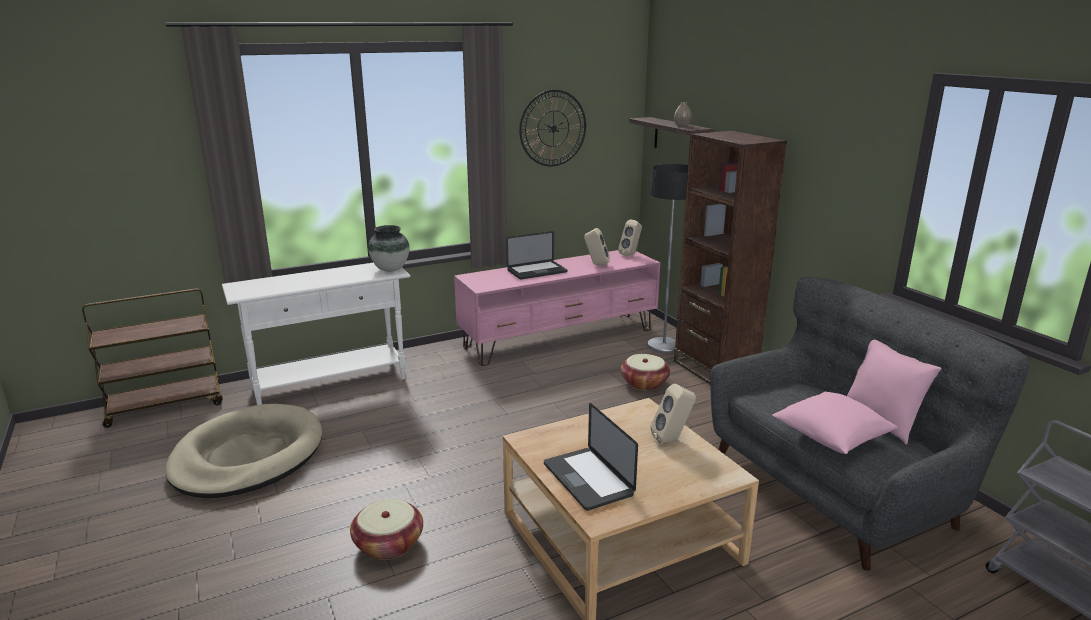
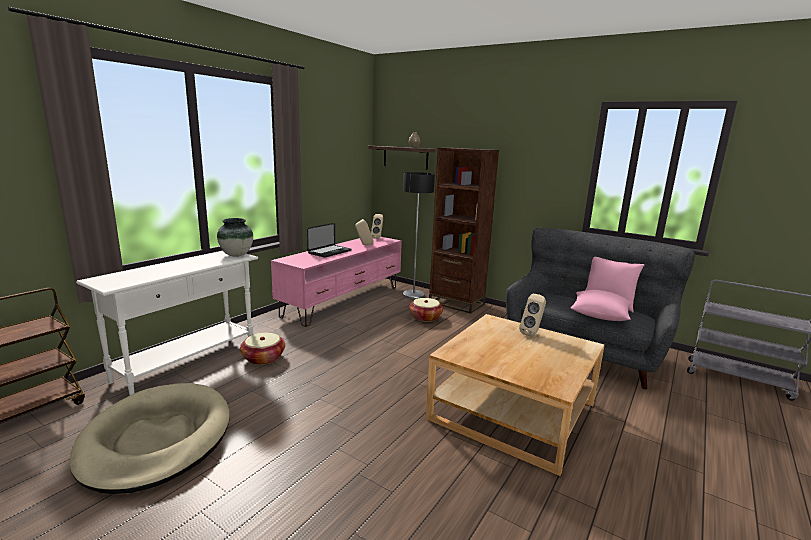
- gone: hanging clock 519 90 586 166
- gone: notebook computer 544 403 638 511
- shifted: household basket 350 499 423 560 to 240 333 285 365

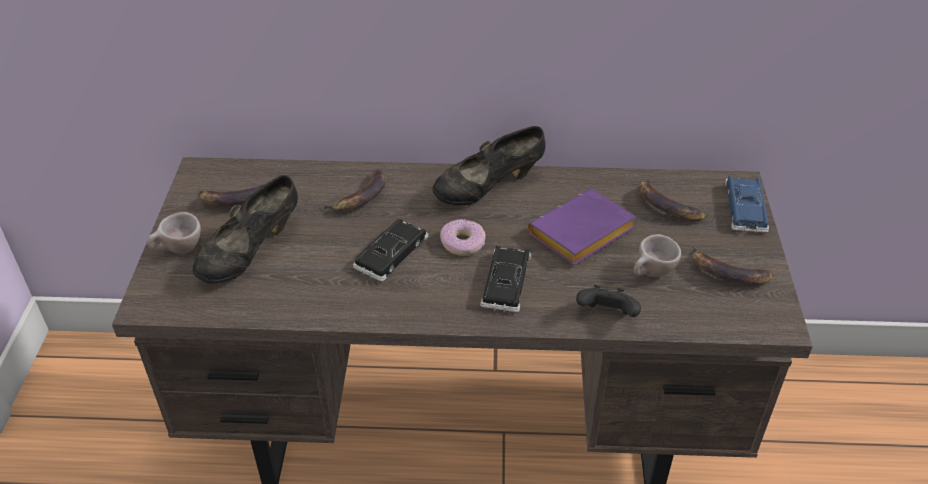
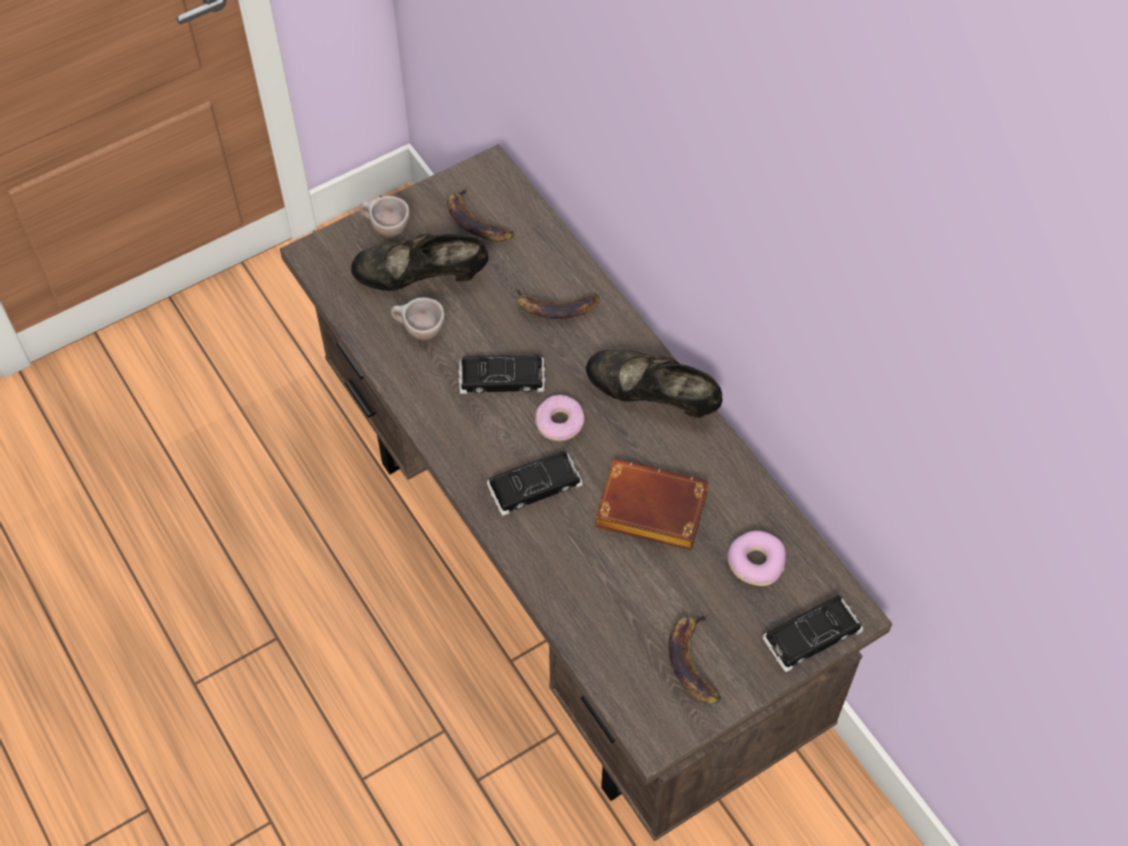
- repainted: toy car/blue-coloured 725 175 769 232 to toy car/black-coloured 763 595 863 672
- swapped: banana 638 179 707 221 to doughnut 727 531 786 586
- repainted: bound book/purple-coloured 528 188 636 265 to bound book/brown-coloured 595 459 709 550
- shifted: drinking cup/beige 634 234 681 277 to 391 297 445 340
- gone: joypad/black-coloured 576 285 641 317

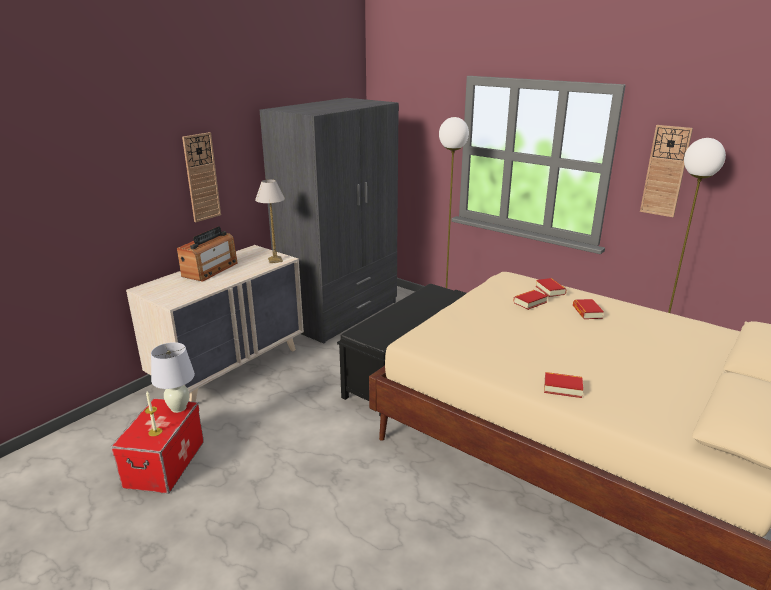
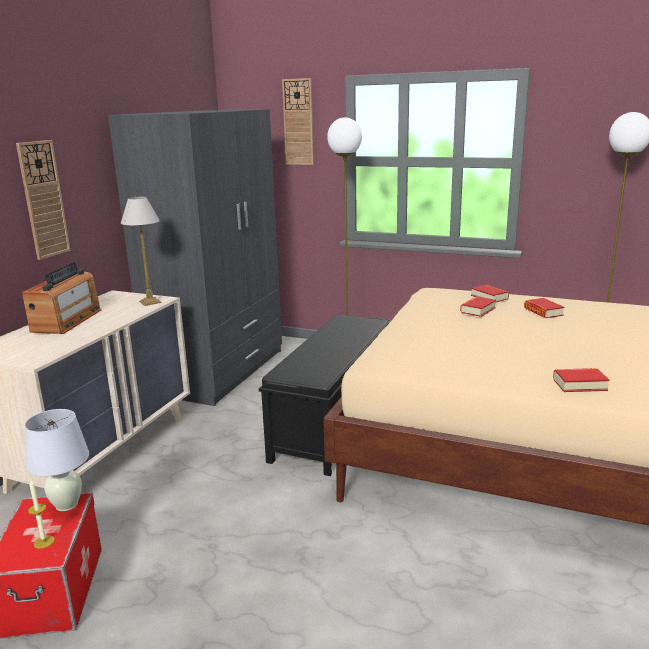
- shifted: hanging clock 640 125 693 217 to 282 78 314 165

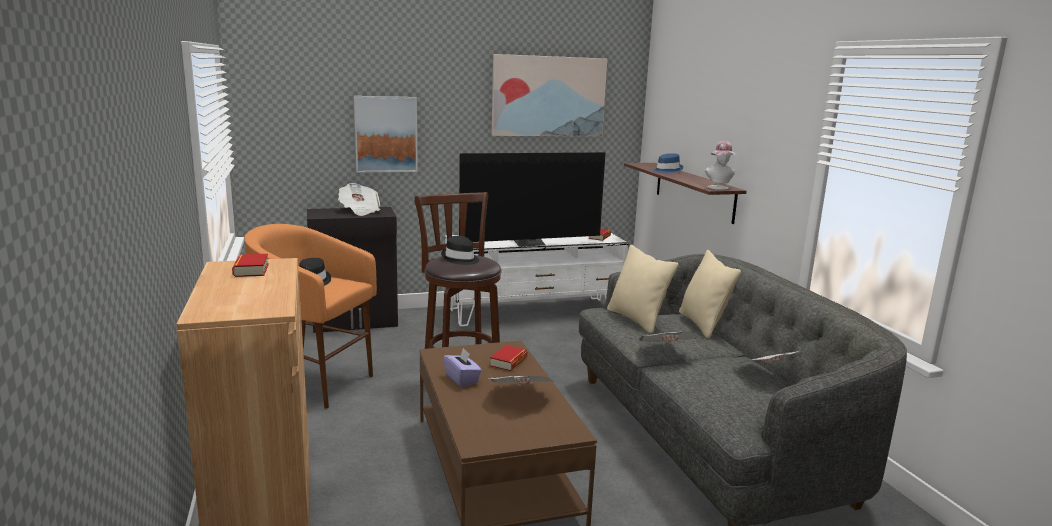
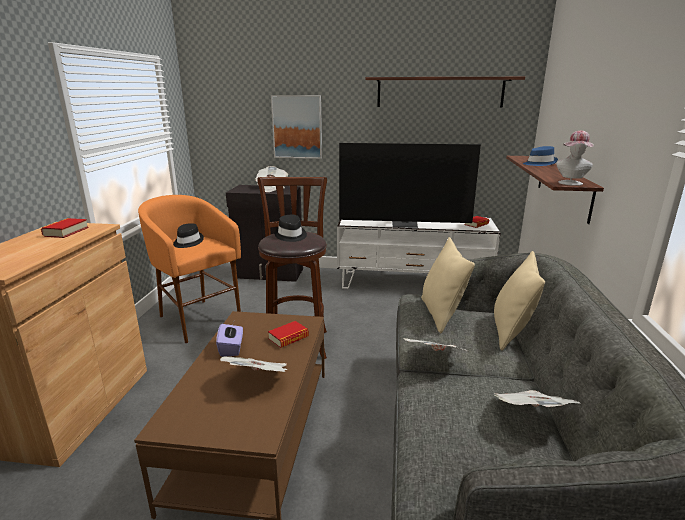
- swapped: picture 492 54 607 136 to shelf 365 77 525 108

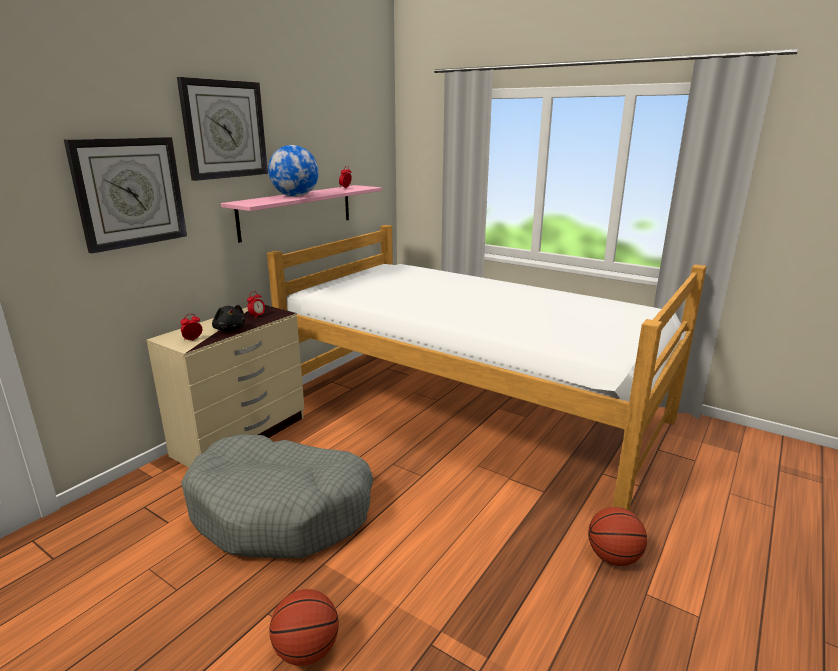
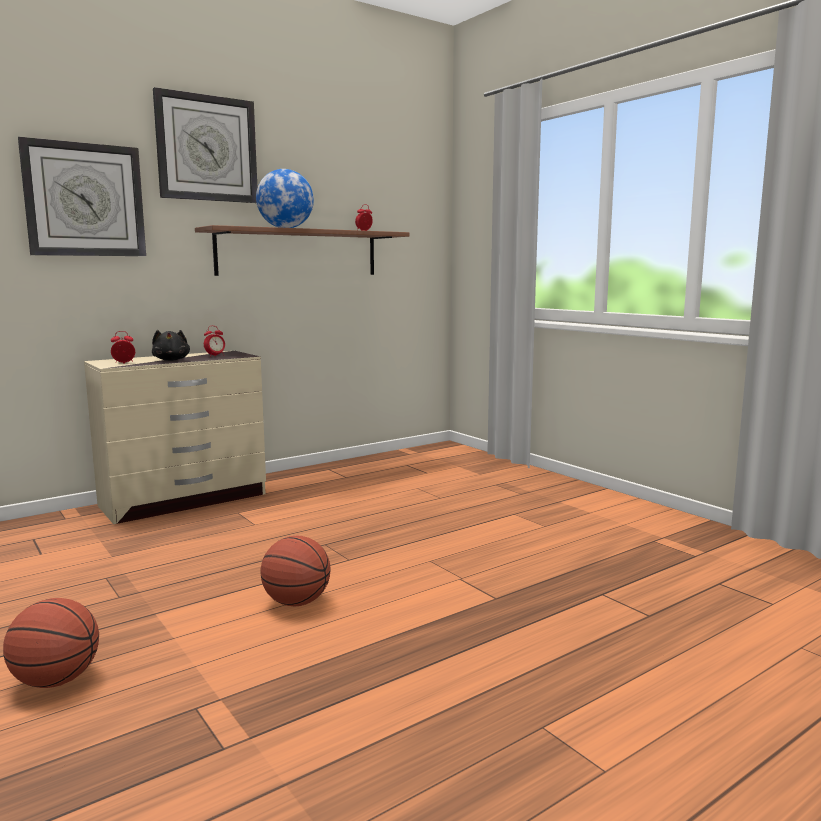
- repainted: shelf/pinkish 221 185 382 243 to shelf/brown-coloured 195 225 410 276
- gone: sleeping bed 267 225 707 511
- gone: pet bed/gray 181 434 373 558
- shifted: basketball 588 507 647 566 to 260 536 331 606

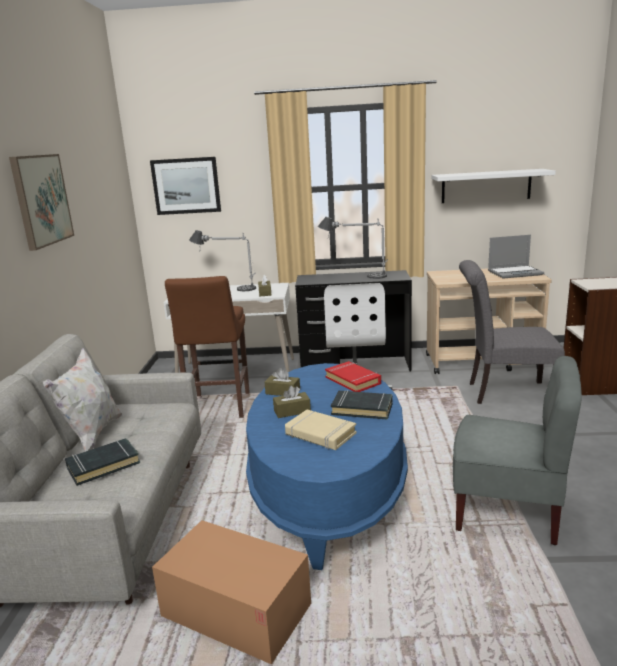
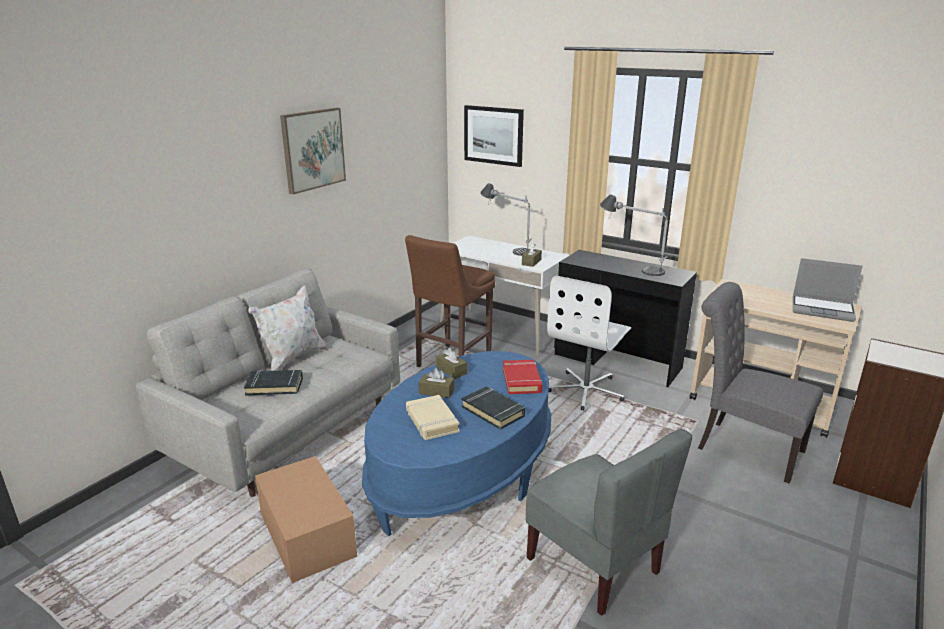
- gone: shelf/whitish 432 169 556 203

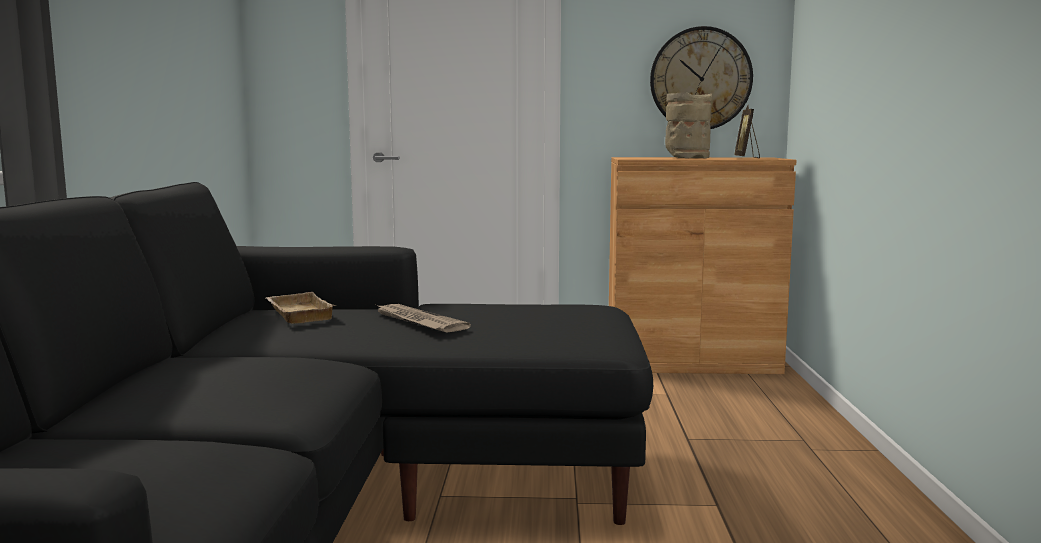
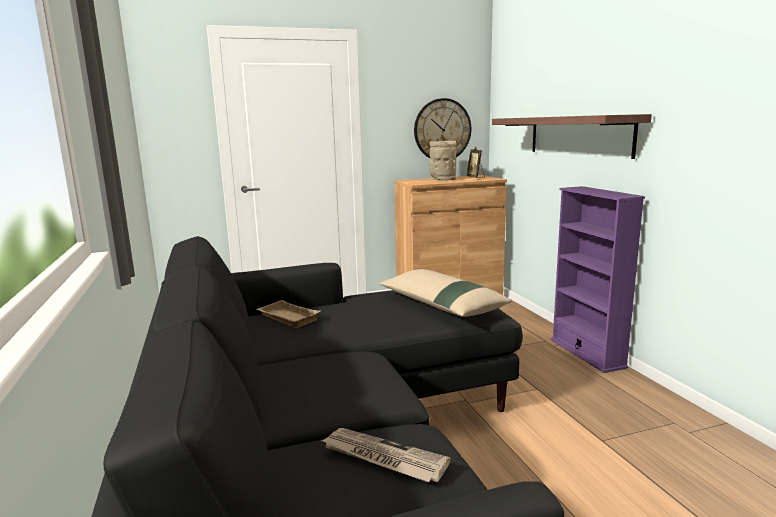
- shifted: daily paper 374 304 471 333 to 321 428 451 482
- new: shelf 492 114 652 159
- new: bookcase/purple-coloured 551 186 645 373
- new: cushion/beige 379 269 511 317

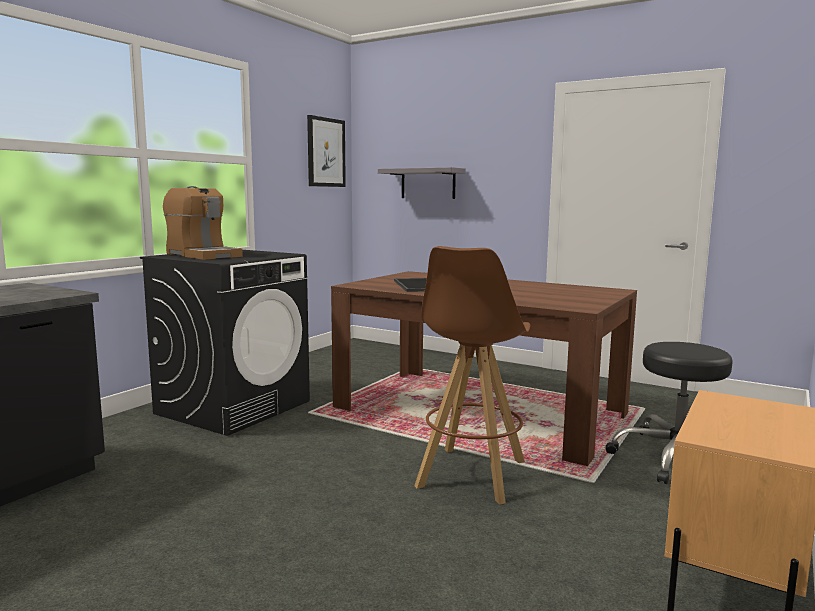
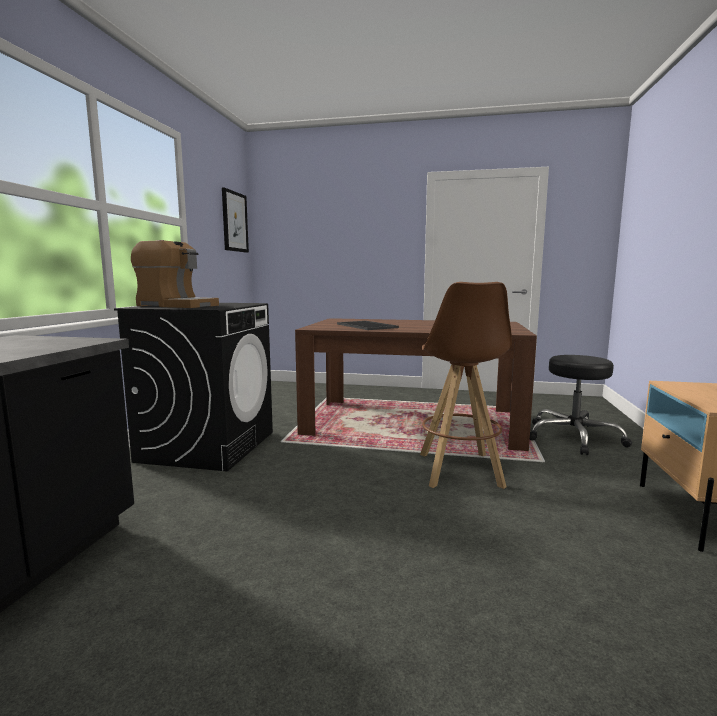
- gone: shelf/gray 378 167 466 199

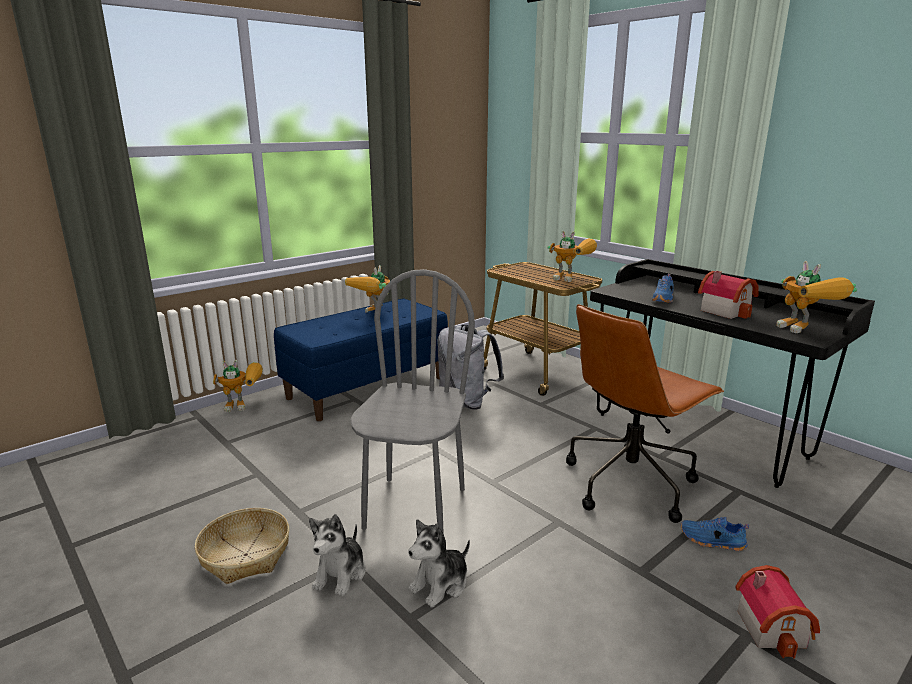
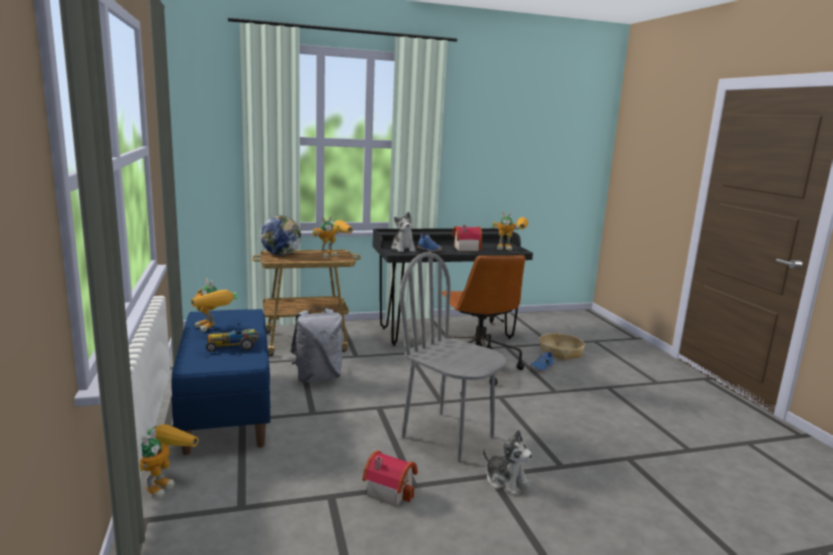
- shifted: household basket 195 508 290 584 to 539 333 585 361
- shifted: cuddly toy 408 519 470 608 to 391 212 416 252
- shifted: miniature house 735 565 820 658 to 362 450 418 507
- new: desk globe 260 216 301 255
- new: toy car 206 329 259 352

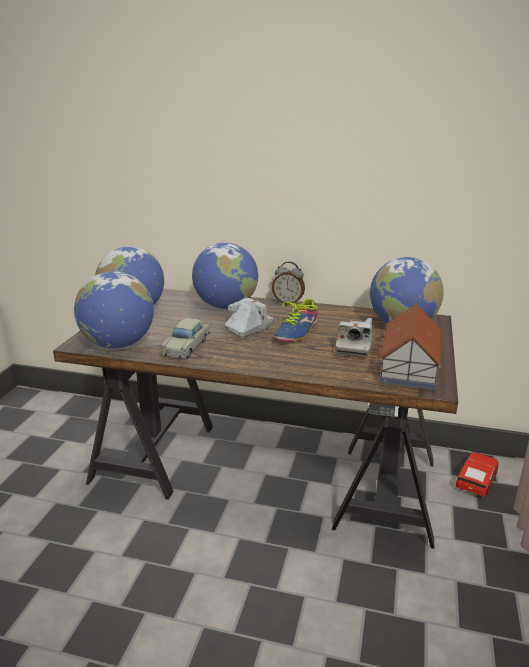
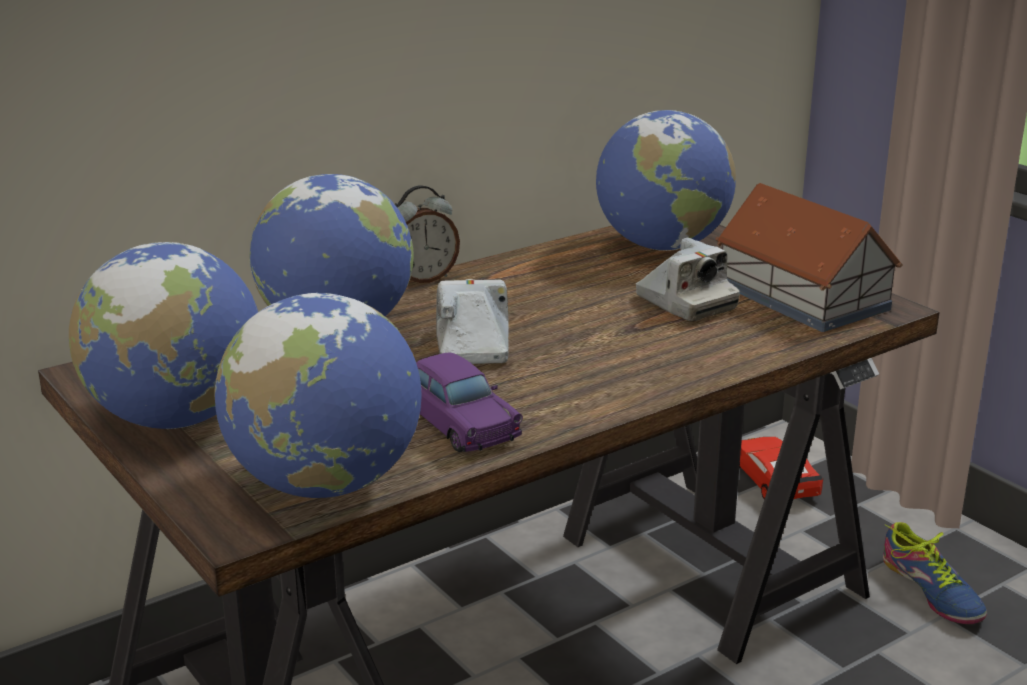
- shifted: item of footwear 274 295 318 342 to 883 522 987 624
- repainted: toy car/beige 160 318 210 358 to toy car/purple-coloured 416 352 523 452

